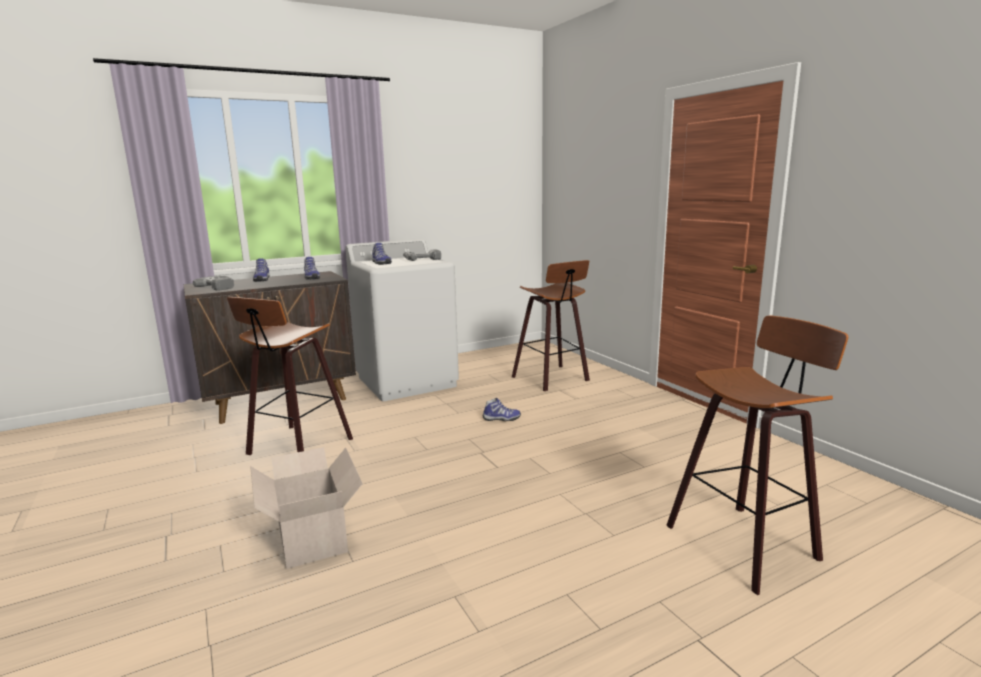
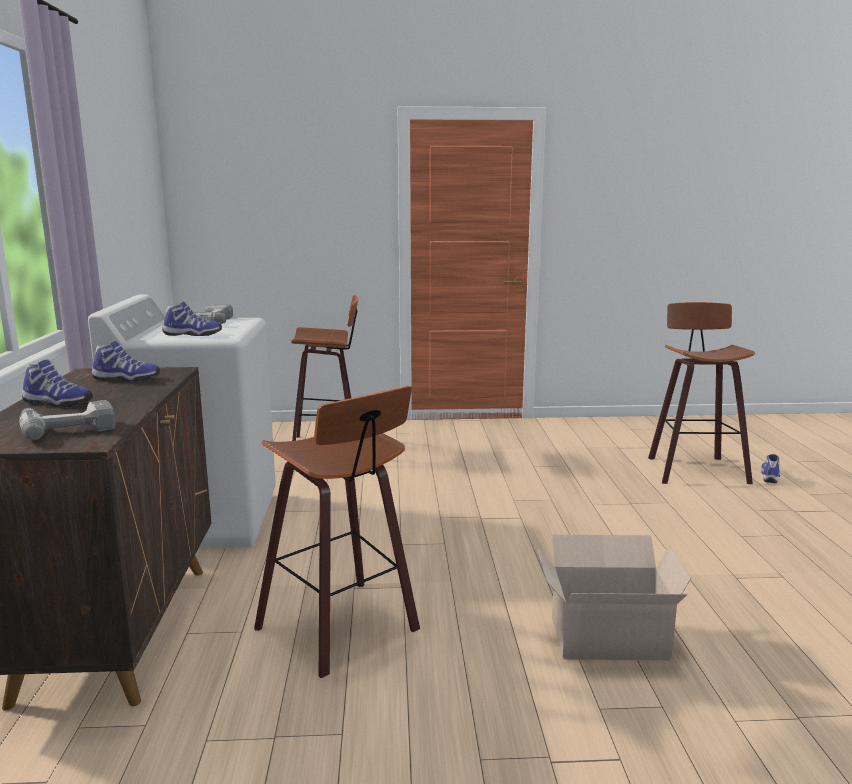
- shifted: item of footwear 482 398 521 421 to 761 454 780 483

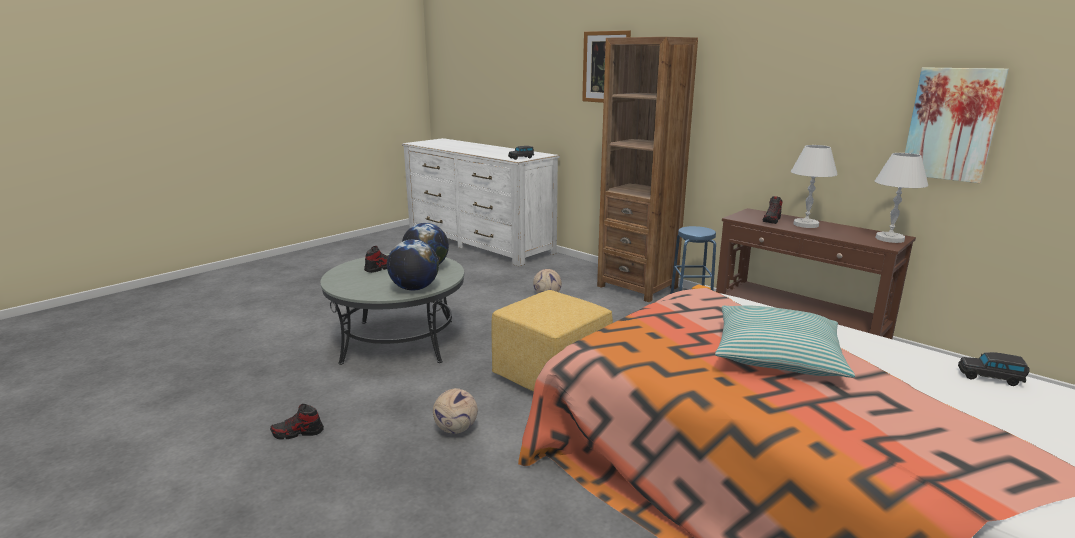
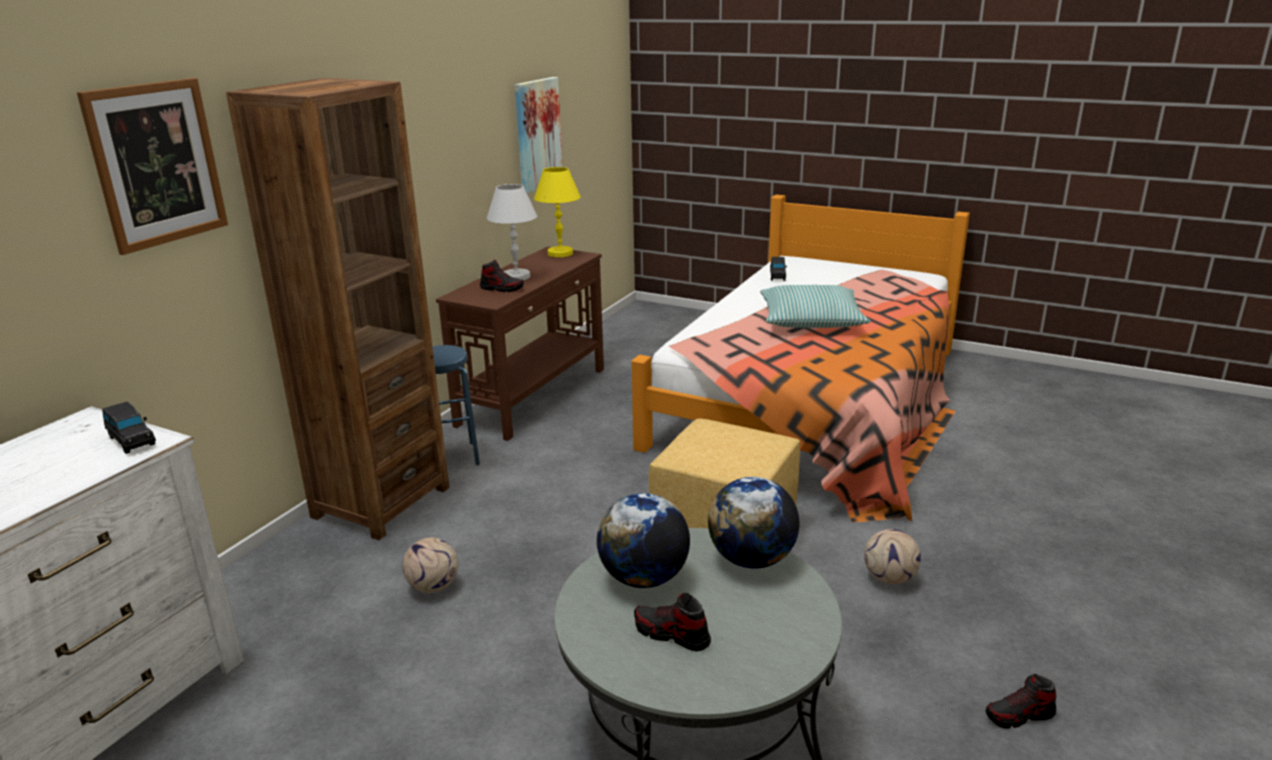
- repainted: lamp for a table/whitish 875 153 928 243 to lamp for a table/yellow 534 167 581 257
- rotated: item of footwear 270 404 324 440 = 986 674 1056 729 105 degrees clockwise

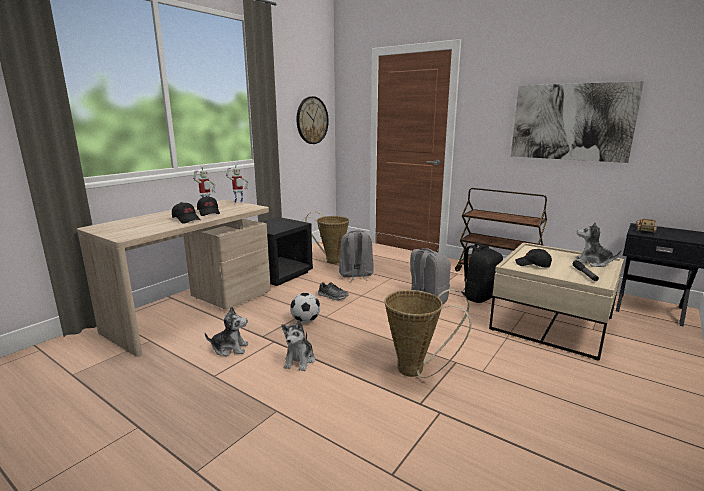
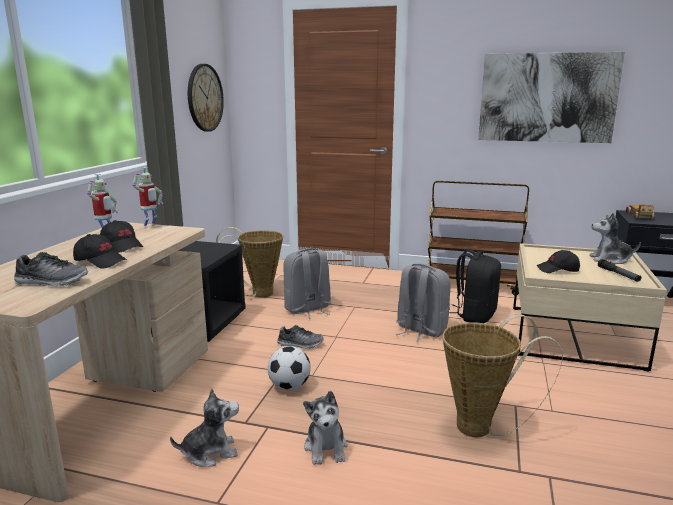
- new: item of footwear 14 252 88 287

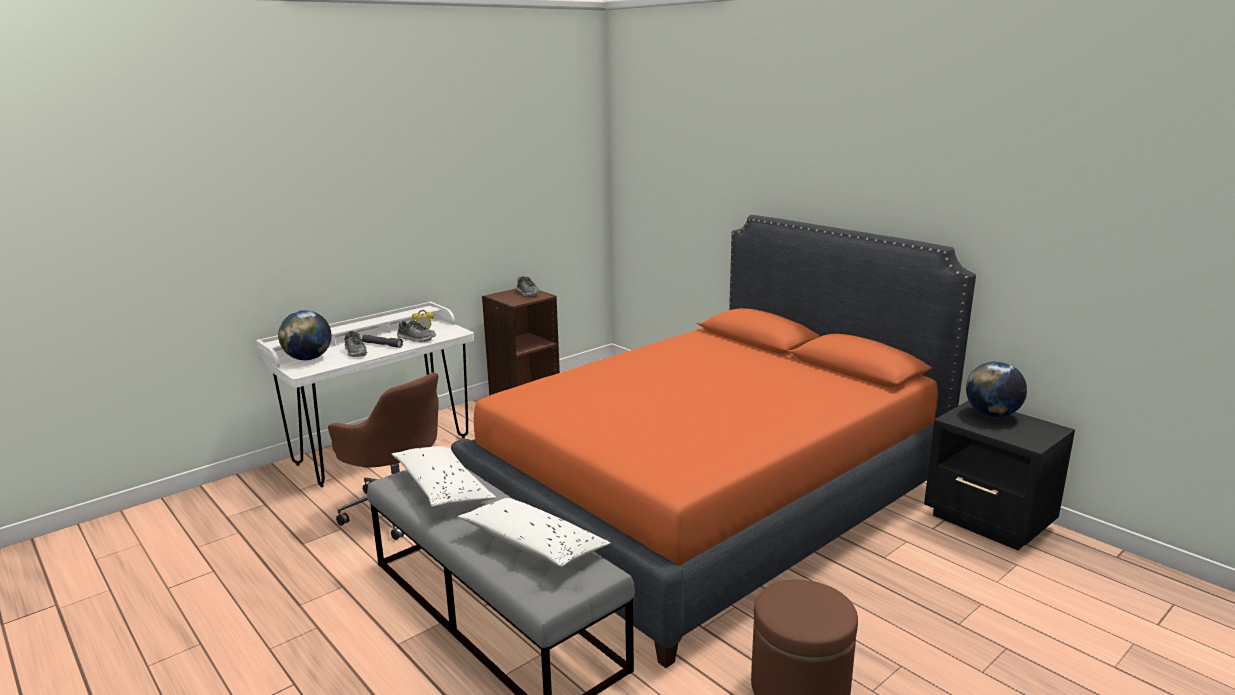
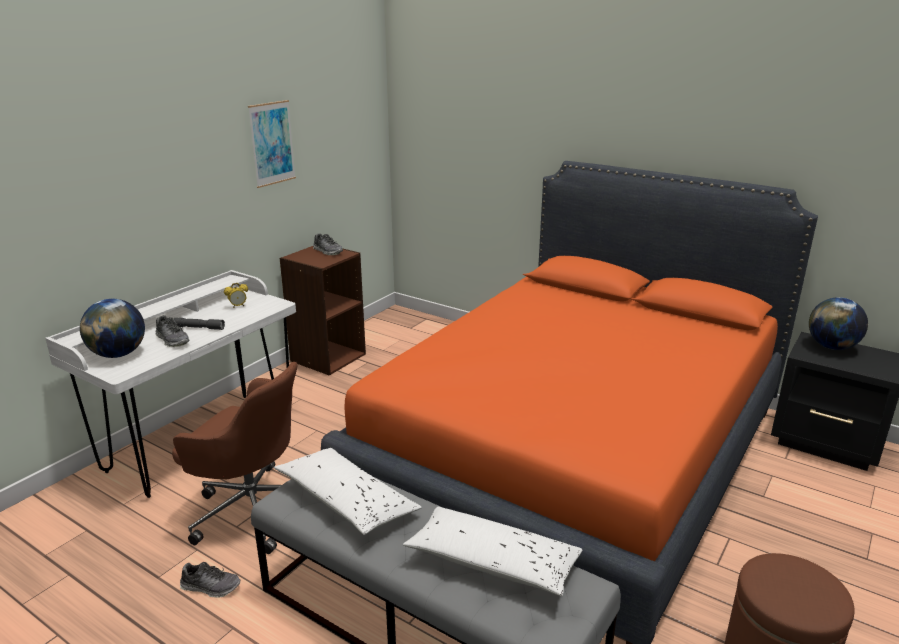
- shifted: item of footwear 397 320 436 342 to 180 562 241 598
- new: picture 248 100 296 188

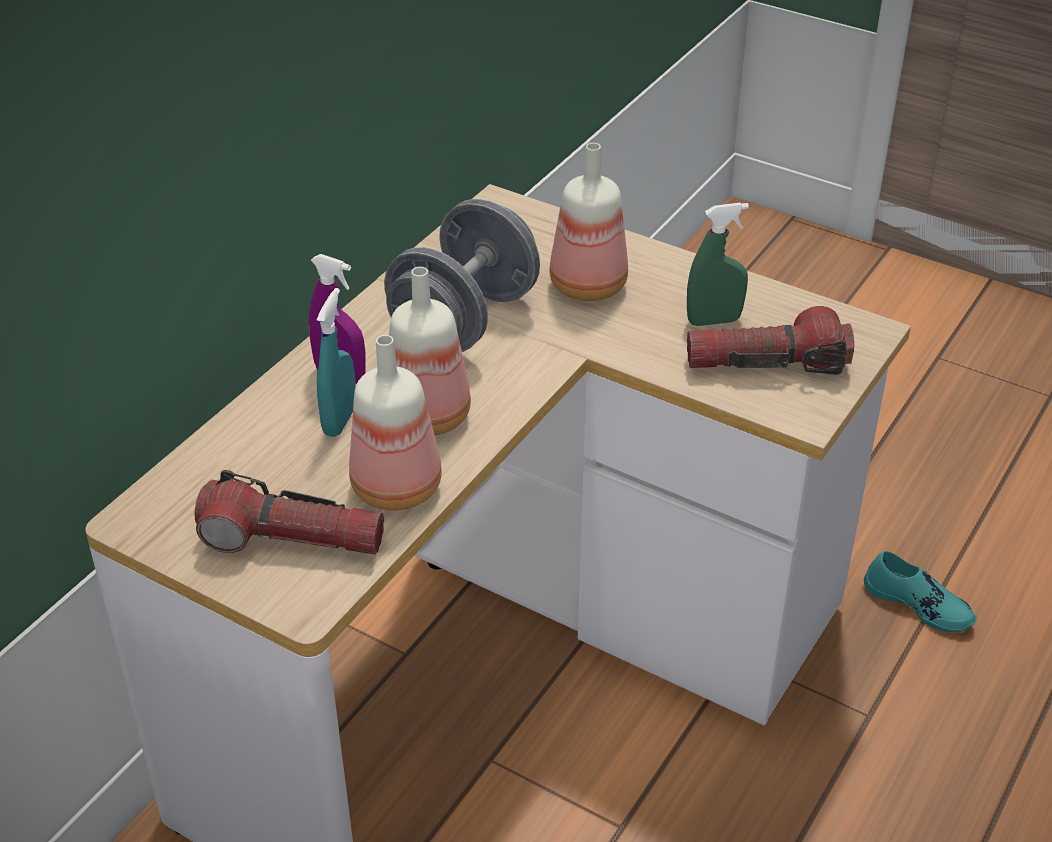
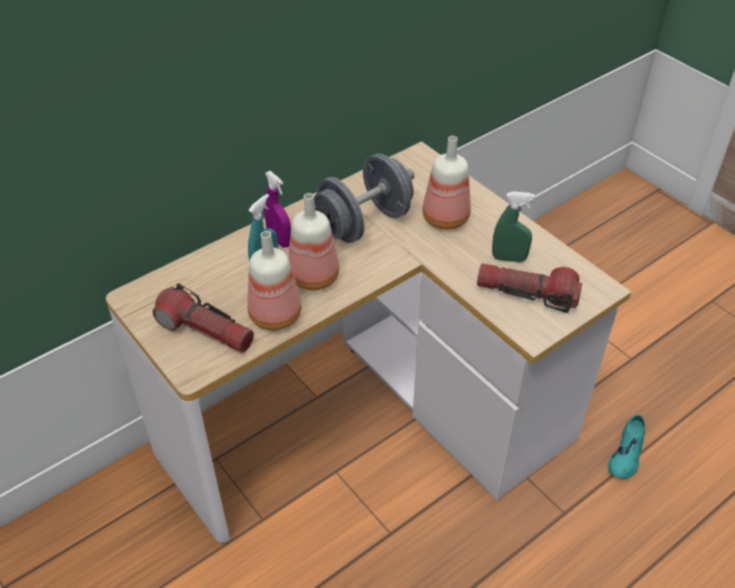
- rotated: item of footwear/blue-green 864 551 977 632 = 608 415 645 479 60 degrees clockwise

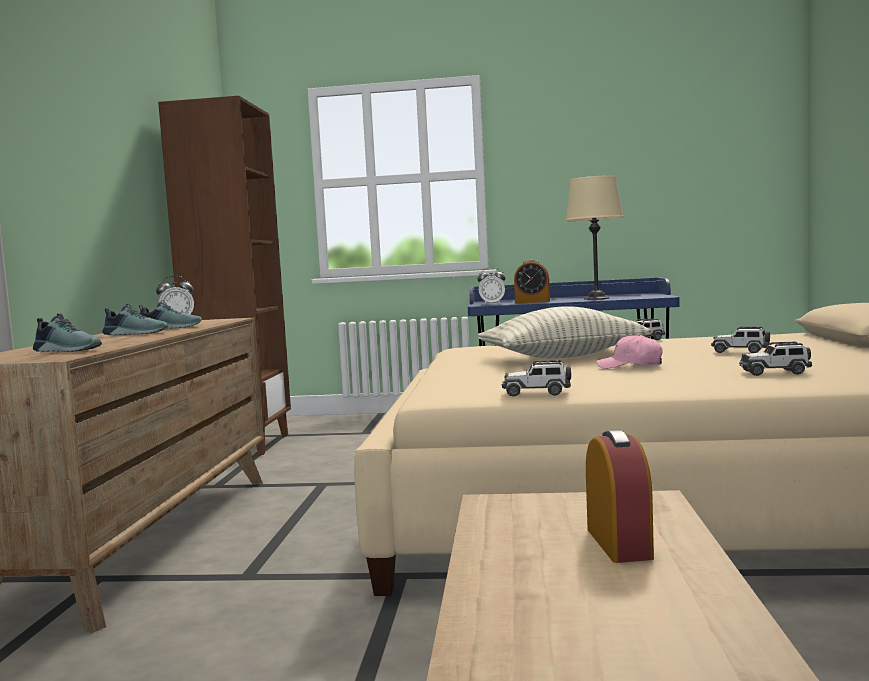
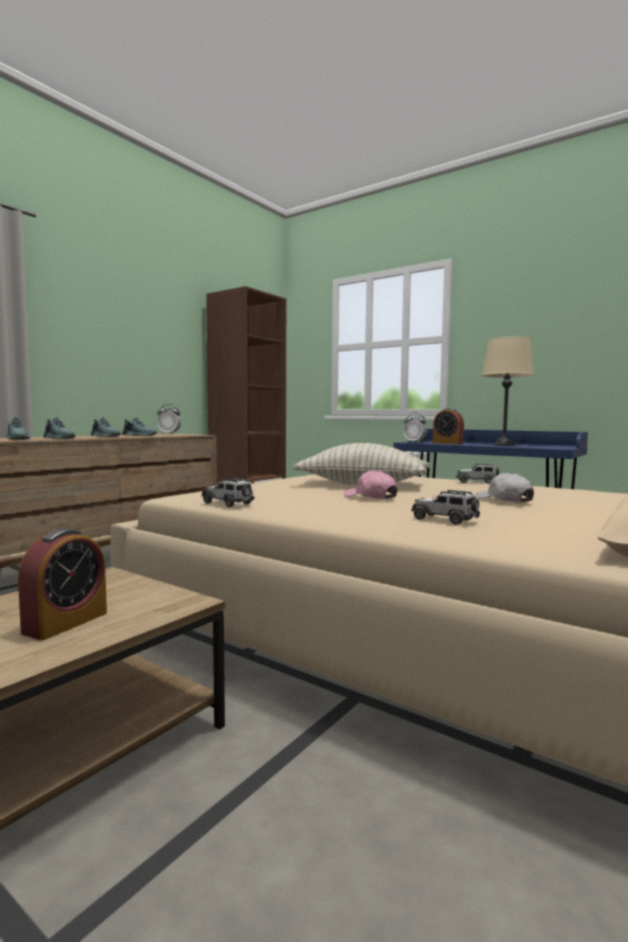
- swapped: toy car 711 326 770 353 to baseball cap/whitish 475 472 534 502
- new: item of footwear 44 417 75 439

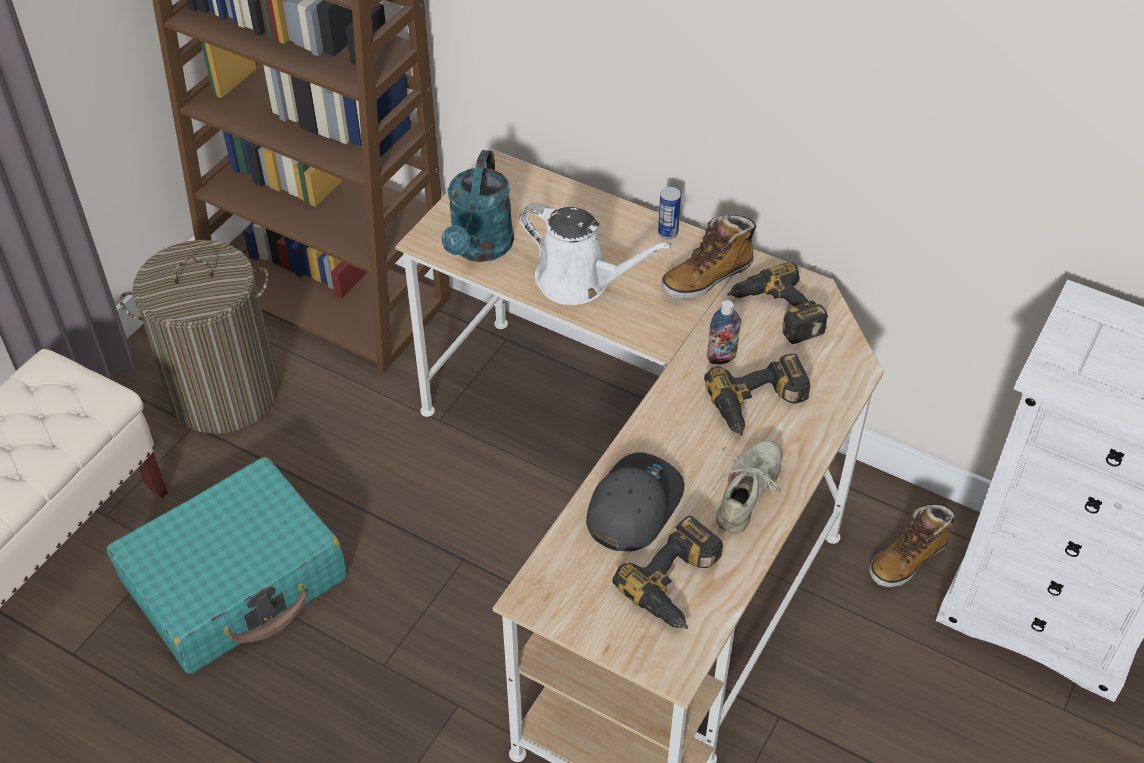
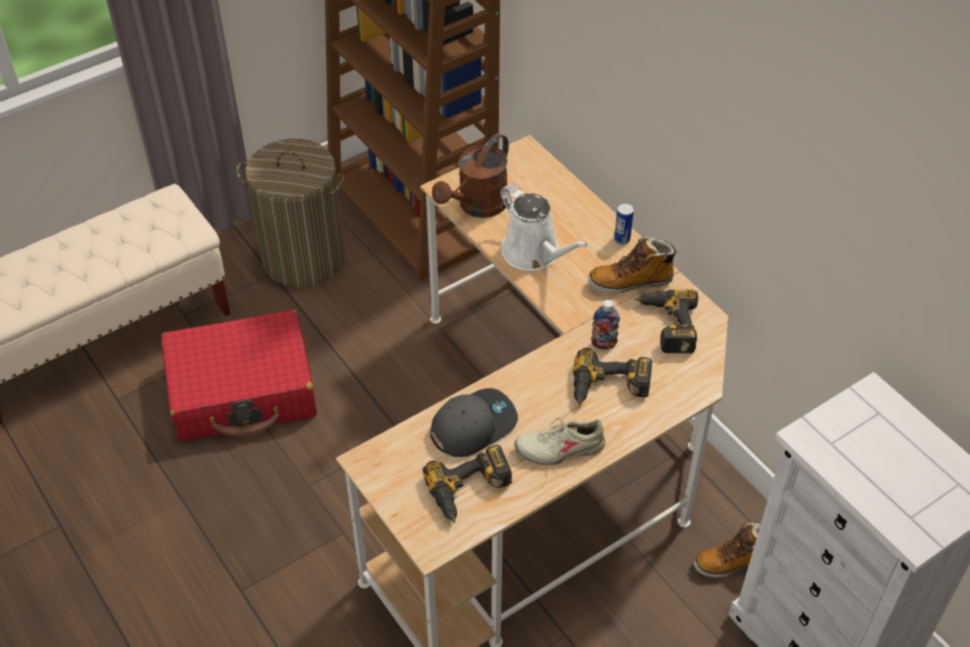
- repainted: sprinkling can/blue-green 441 150 514 262 to sprinkling can/brown-coloured 432 133 509 218
- rotated: item of footwear/beige 712 441 782 534 = 514 409 606 465 150 degrees counterclockwise
- repainted: suitcase/blue-green 107 457 347 674 to suitcase/red-coloured 161 310 317 441

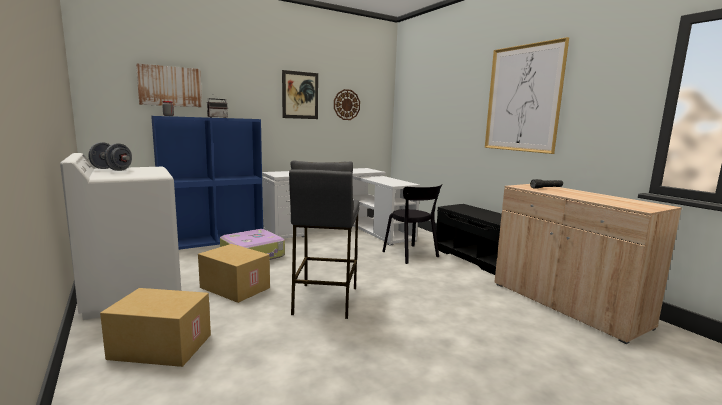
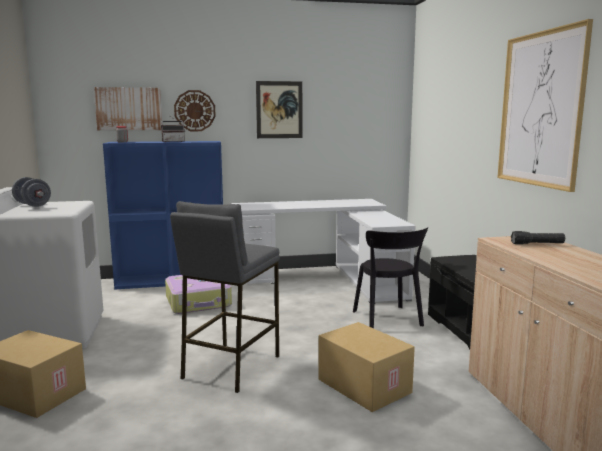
- shifted: hanging clock 334 89 360 120 to 174 90 216 131
- shifted: packing box 198 244 270 303 to 318 322 415 412

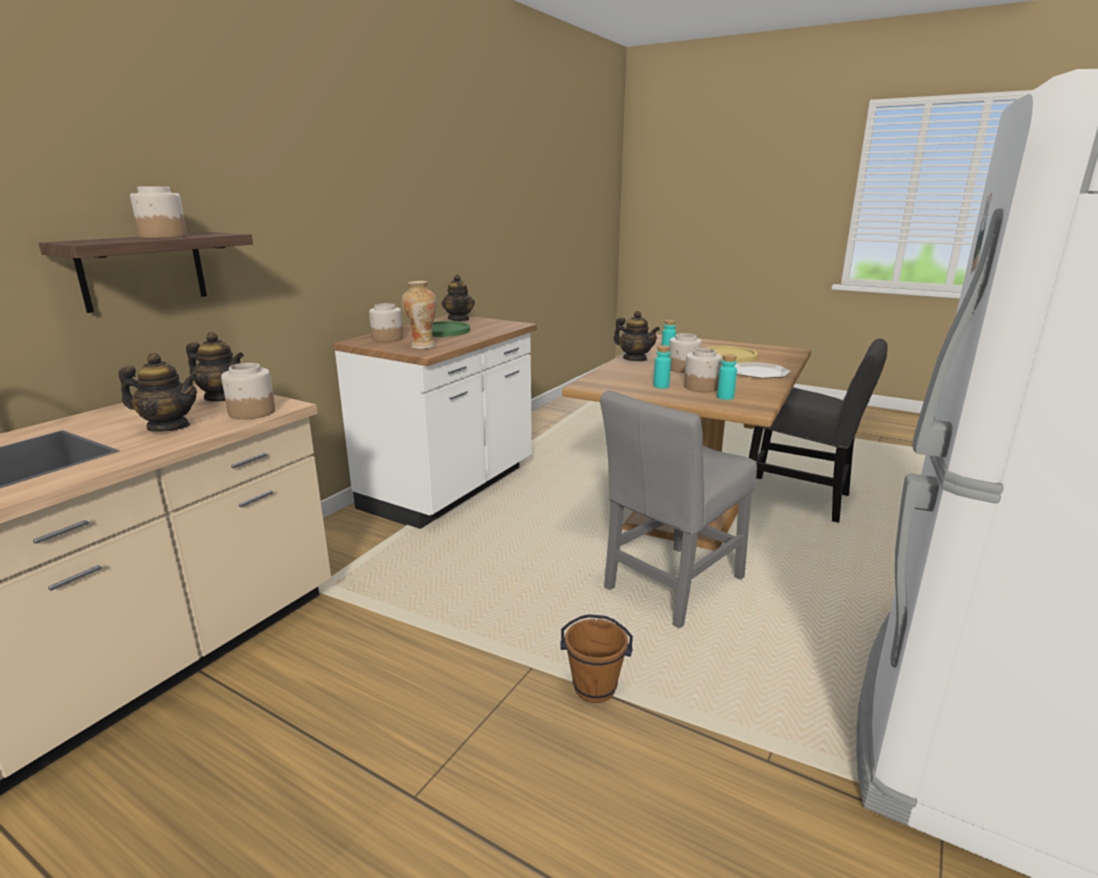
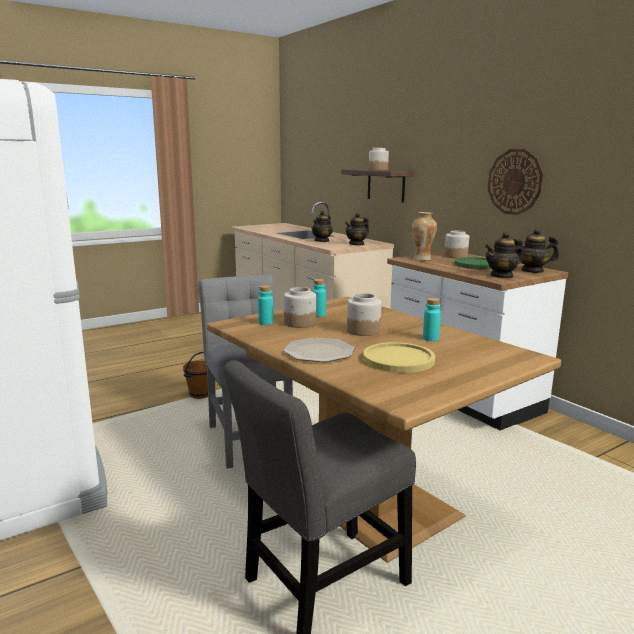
- shifted: tea pot 614 311 660 361 to 485 232 523 279
- gone: jar 221 363 275 420
- new: hanging clock 488 149 543 215

